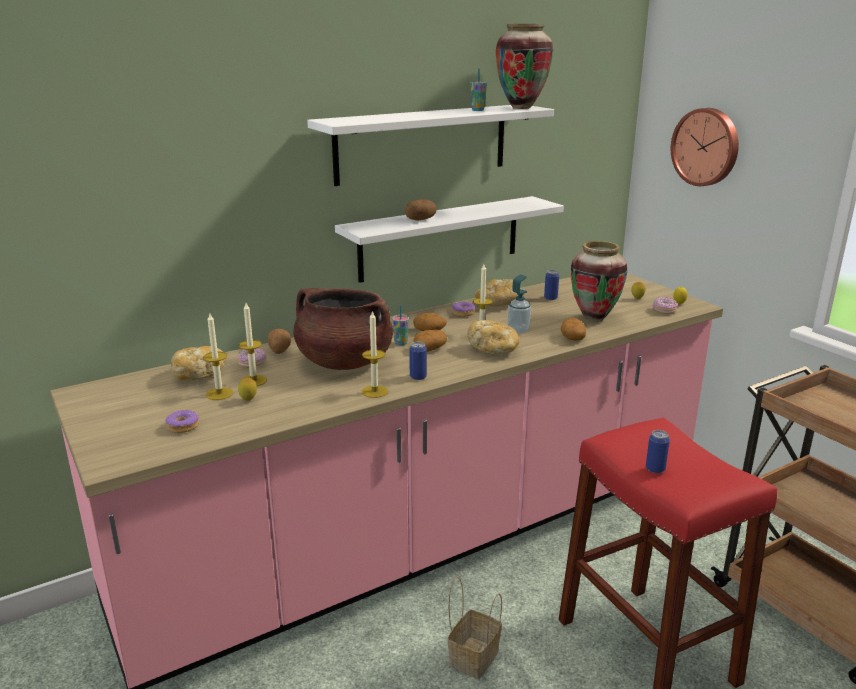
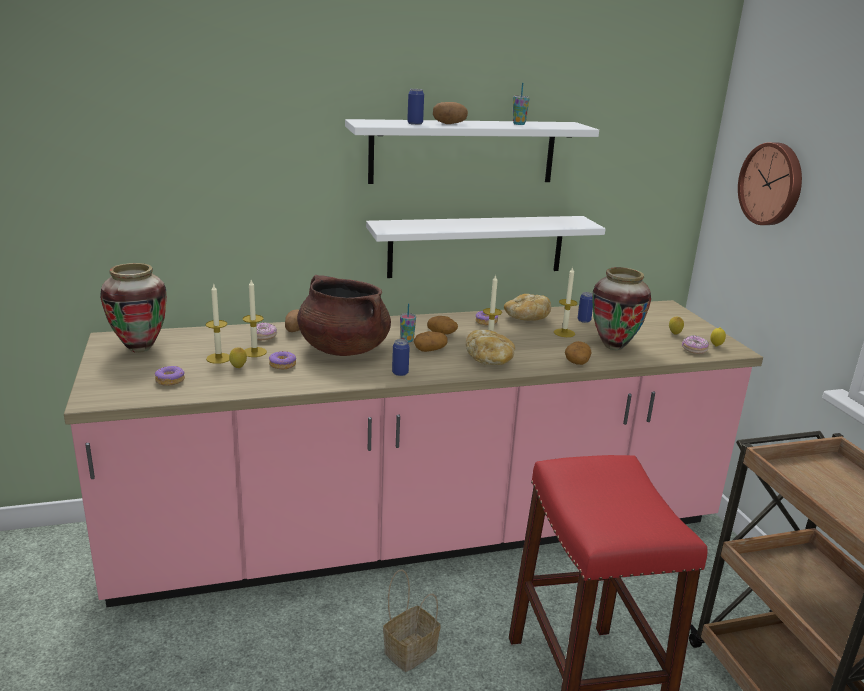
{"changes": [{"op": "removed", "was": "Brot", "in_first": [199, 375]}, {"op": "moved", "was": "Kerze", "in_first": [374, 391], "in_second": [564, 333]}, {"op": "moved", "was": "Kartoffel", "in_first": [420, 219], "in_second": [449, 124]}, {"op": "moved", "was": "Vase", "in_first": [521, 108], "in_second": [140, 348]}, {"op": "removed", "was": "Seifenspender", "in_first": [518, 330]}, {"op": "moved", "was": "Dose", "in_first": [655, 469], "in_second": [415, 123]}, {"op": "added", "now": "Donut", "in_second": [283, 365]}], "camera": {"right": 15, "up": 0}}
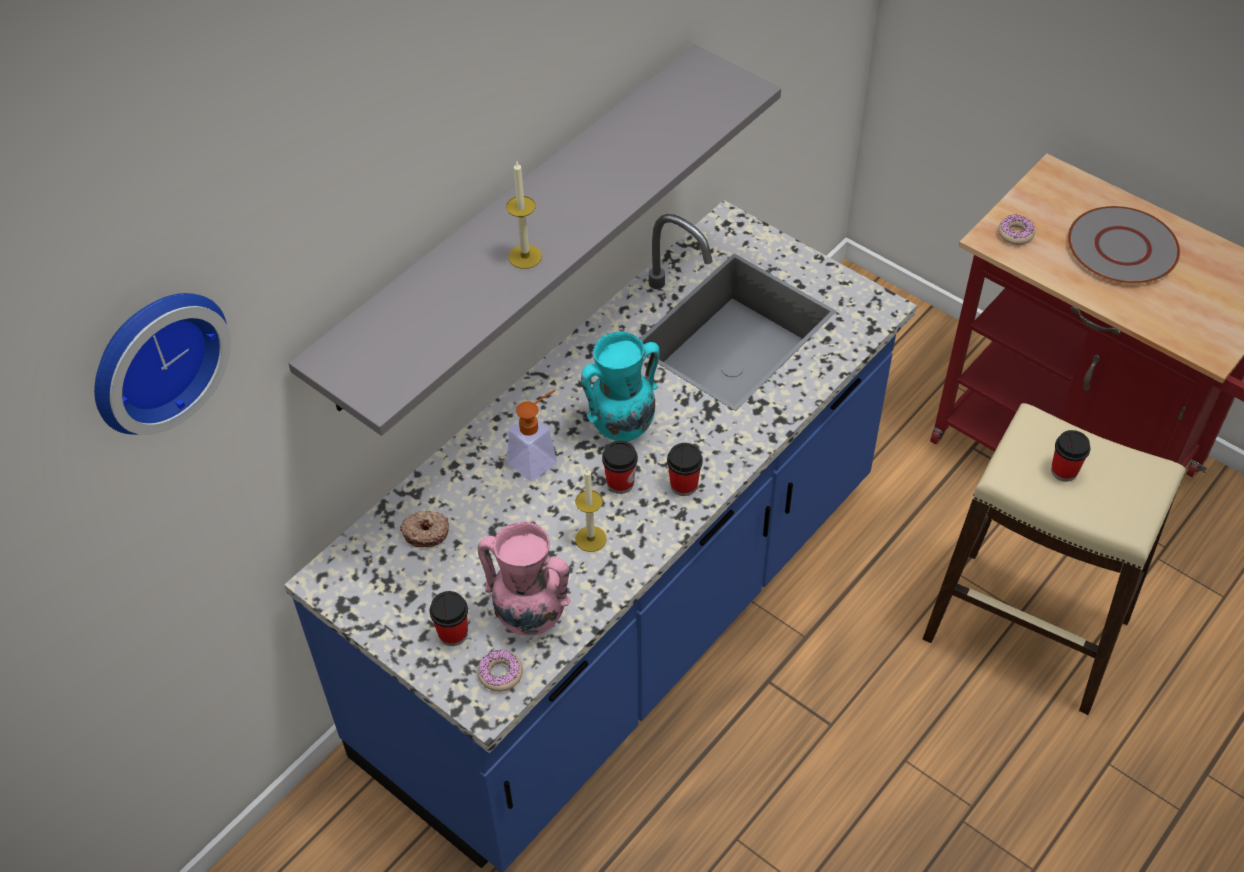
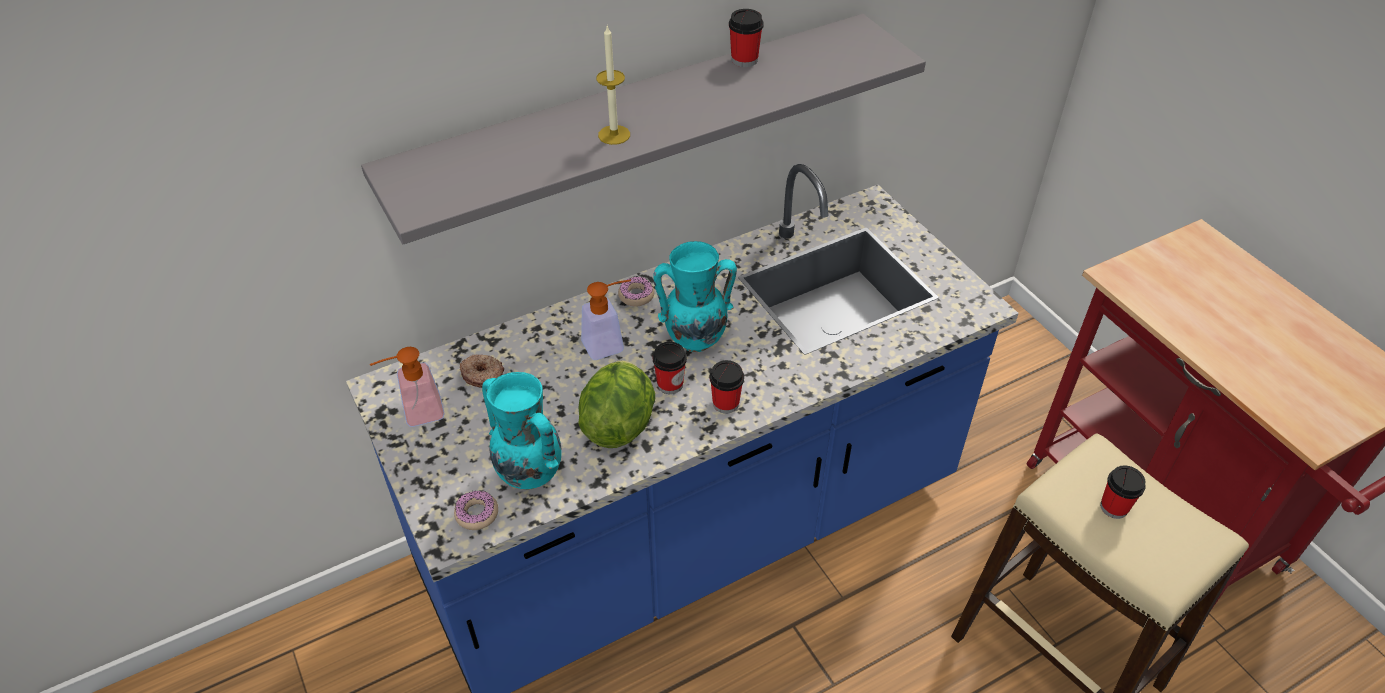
{"changes": [{"op": "removed", "was": "Wanduhr", "in_first": [153, 357]}, {"op": "moved", "was": "Tasse", "in_first": [453, 633], "in_second": [744, 60]}, {"op": "recoloured", "was": "Vase/rosa", "now": "Vase/türkis", "in_first": [530, 617], "in_second": [529, 473]}, {"op": "replaced", "was": "Kerze", "now": "Salatkopf", "in_first": [590, 539], "in_second": [619, 423]}, {"op": "moved", "was": "Donut", "in_first": [1015, 234], "in_second": [636, 296]}, {"op": "removed", "was": "Teller/grau", "in_first": [1121, 247]}, {"op": "added", "now": "Seifenspender", "in_second": [415, 413]}], "camera": {"right": 20, "up": -5}}
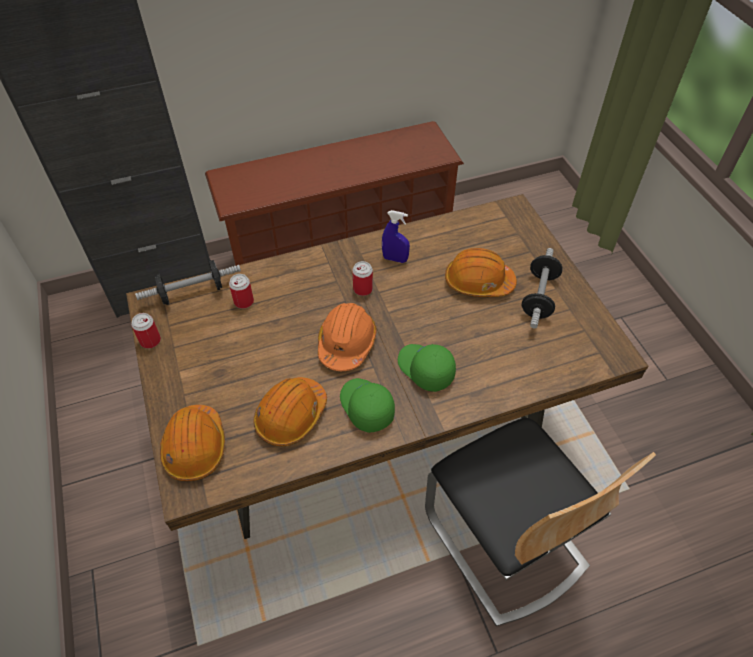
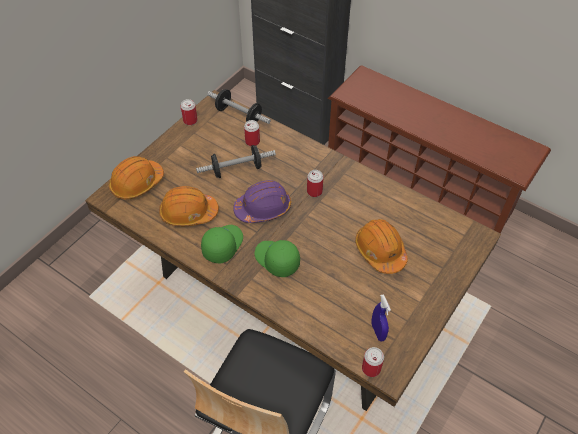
{"changes": [{"op": "recoloured", "was": "Schutzhelm/orange", "now": "Schutzhelm/lila", "in_first": [346, 343], "in_second": [263, 208]}, {"op": "moved", "was": "Sprühflasche/blau", "in_first": [395, 259], "in_second": [378, 331]}, {"op": "turned", "was": "Kappe/grün", "in_first": [424, 369], "in_second": [276, 260], "clockwise": -60}, {"op": "moved", "was": "Hantel", "in_first": [539, 297], "in_second": [237, 169]}, {"op": "added", "now": "Dose", "in_second": [371, 368]}], "camera": {"right": 55, "up": 0}}
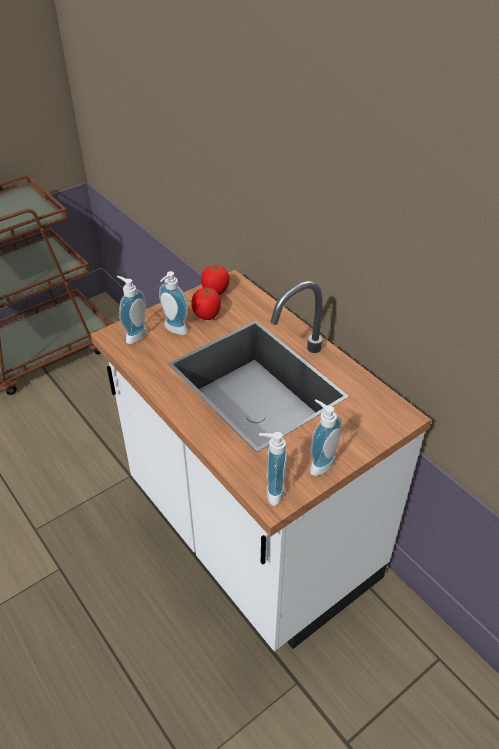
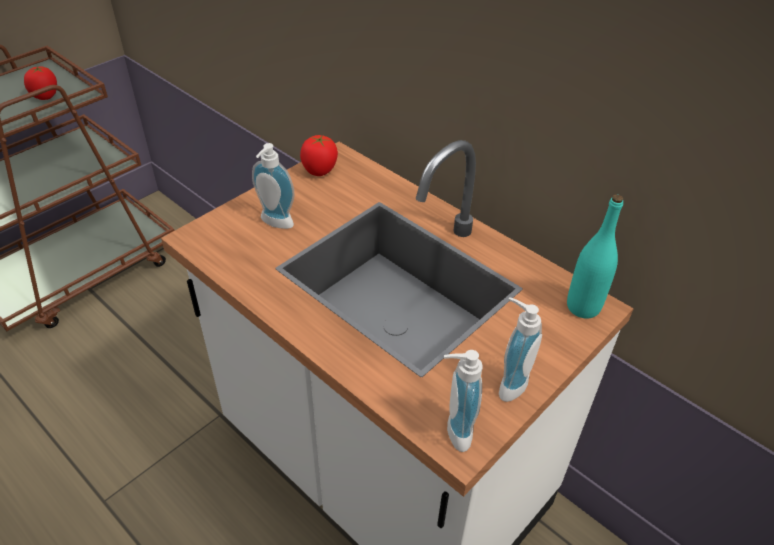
{"changes": [{"op": "removed", "was": "Seifenspender", "in_first": [134, 335]}, {"op": "moved", "was": "Tomate", "in_first": [207, 315], "in_second": [45, 96]}, {"op": "added", "now": "Flasche/türkis", "in_second": [583, 307]}], "camera": {"right": -10, "up": 0}}
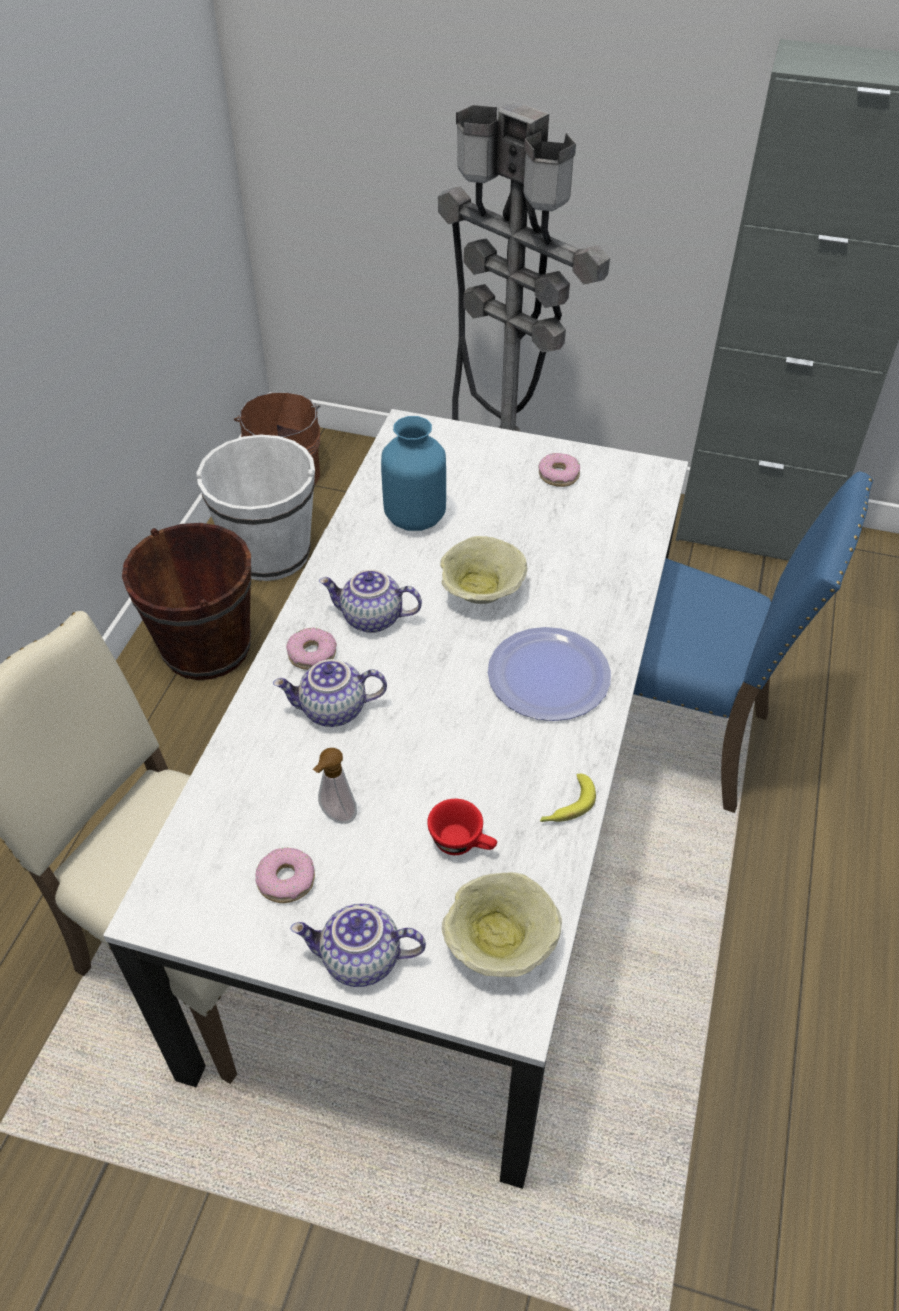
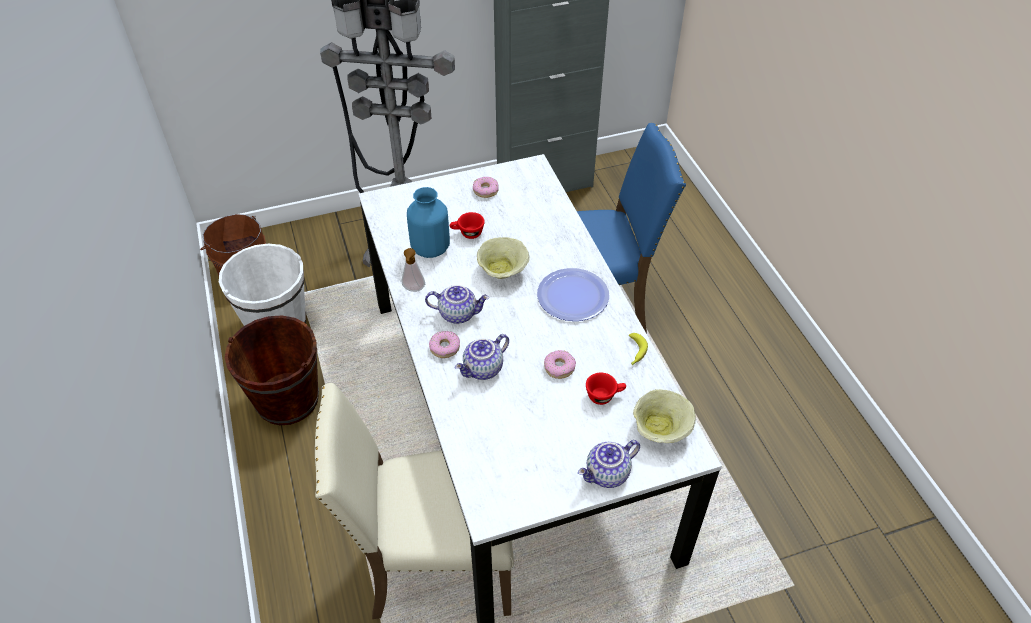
{"changes": [{"op": "moved", "was": "Donut", "in_first": [286, 880], "in_second": [559, 367]}, {"op": "moved", "was": "Seifenspender", "in_first": [336, 816], "in_second": [413, 290]}, {"op": "turned", "was": "Teekanne", "in_first": [371, 619], "in_second": [458, 313], "clockwise": -150}, {"op": "added", "now": "Tasse/rot", "in_second": [467, 233]}], "camera": {"right": -35, "up": 0}}
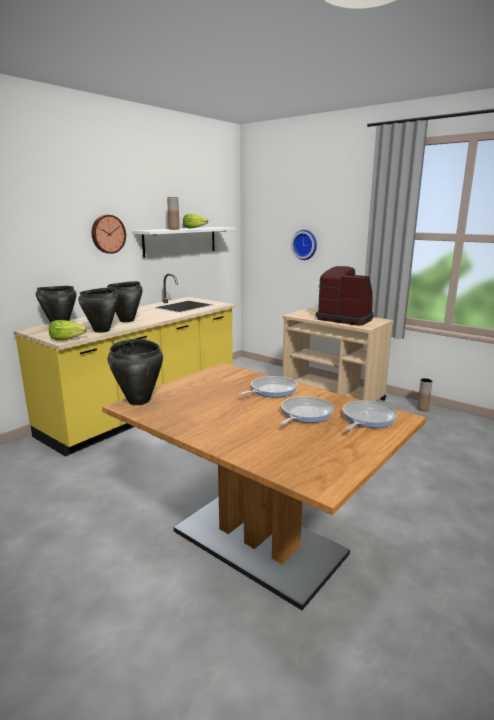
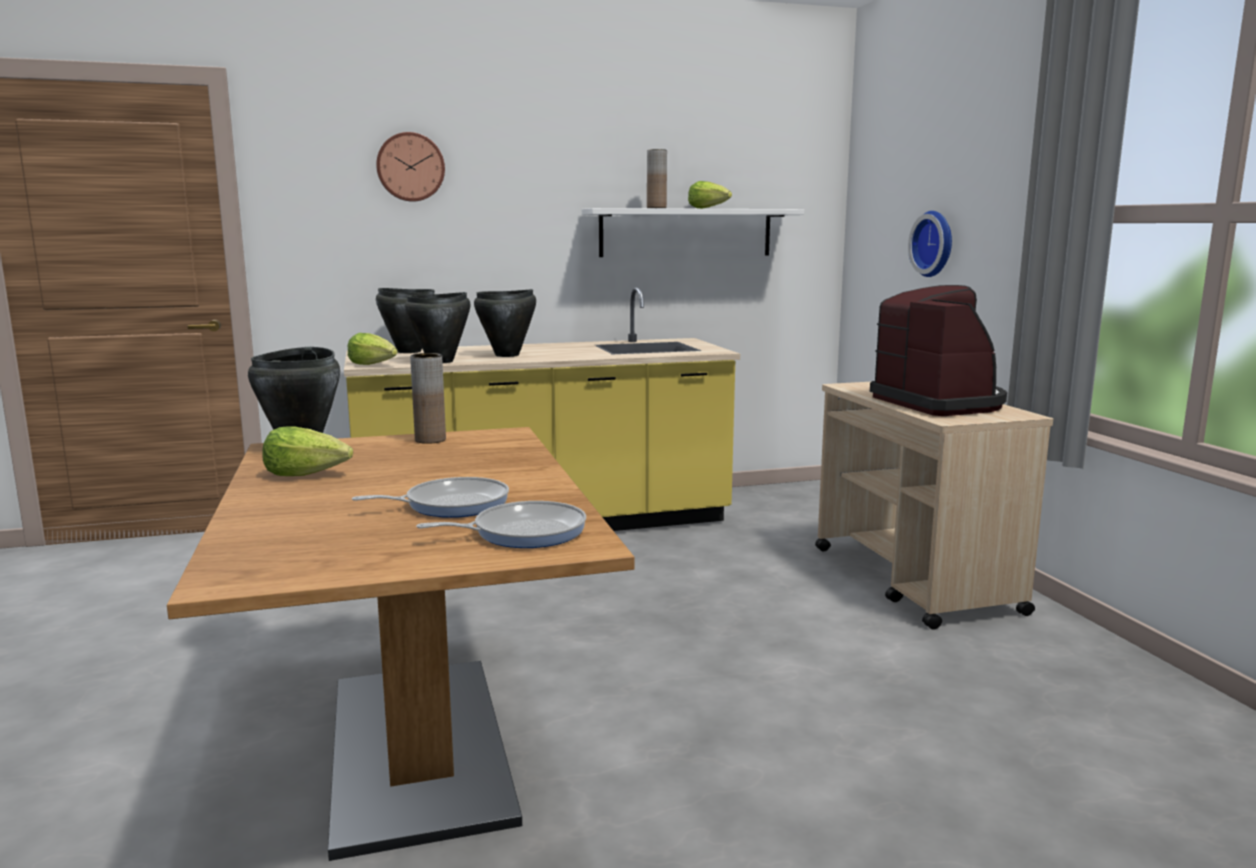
{"changes": [{"op": "moved", "was": "Wanduhr", "in_first": [107, 234], "in_second": [410, 167]}, {"op": "removed", "was": "Pfanne", "in_first": [271, 390]}, {"op": "moved", "was": "Vase/braun", "in_first": [422, 409], "in_second": [430, 440]}, {"op": "added", "now": "Salatkopf", "in_second": [307, 474]}], "camera": {"right": 35, "up": -5}}
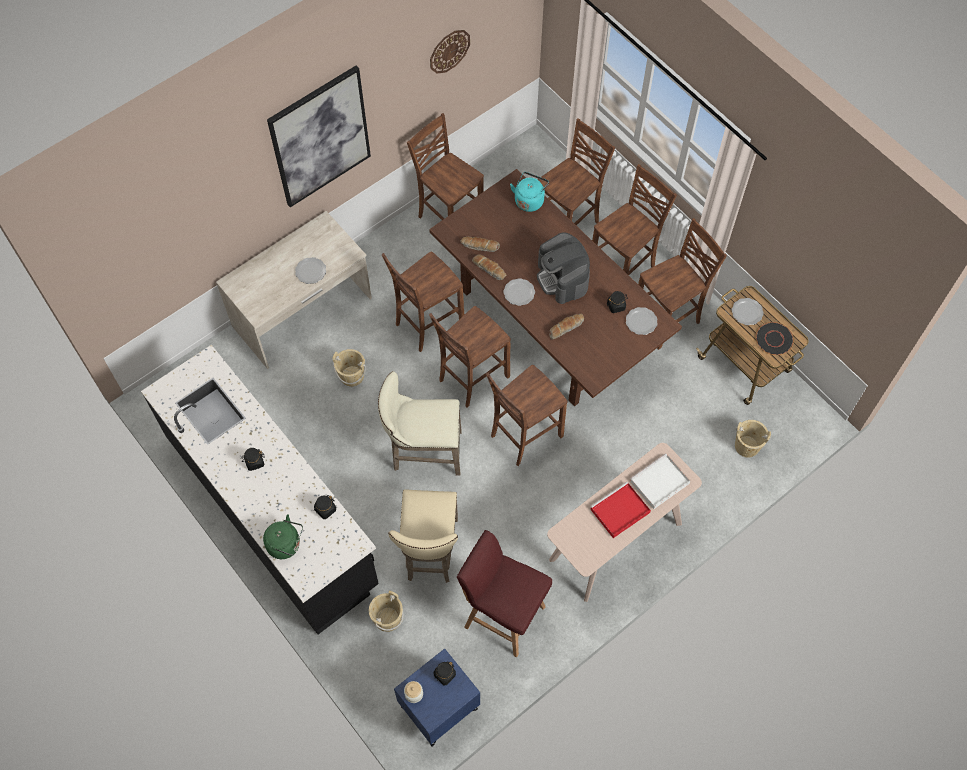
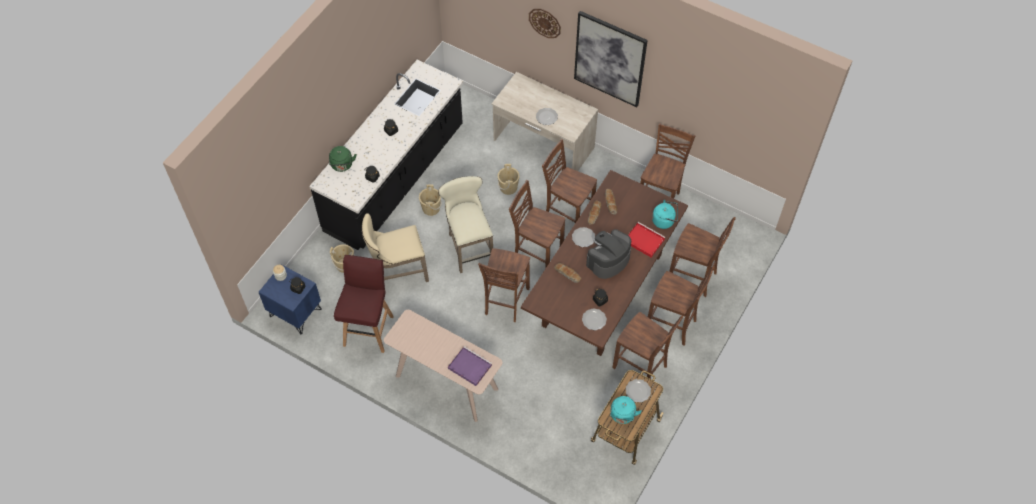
{"changes": [{"op": "moved", "was": "Wanduhr", "in_first": [449, 51], "in_second": [545, 23]}, {"op": "turned", "was": "Stuhl/braun", "in_first": [524, 435], "in_second": [505, 302], "clockwise": -105}, {"op": "moved", "was": "Tablett/rot", "in_first": [619, 511], "in_second": [643, 240]}, {"op": "recoloured", "was": "Tablett/weiß", "now": "Tablett/lila", "in_first": [659, 483], "in_second": [469, 366]}, {"op": "moved", "was": "Eimer/beige", "in_first": [747, 446], "in_second": [431, 208]}, {"op": "replaced", "was": "Teller/schwarz", "now": "Wasserkessel/türkis", "in_first": [774, 339], "in_second": [622, 416]}], "camera": {"right": 70, "up": -5}}
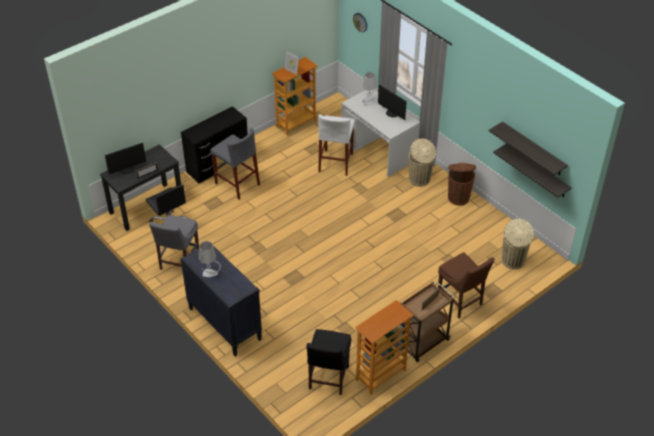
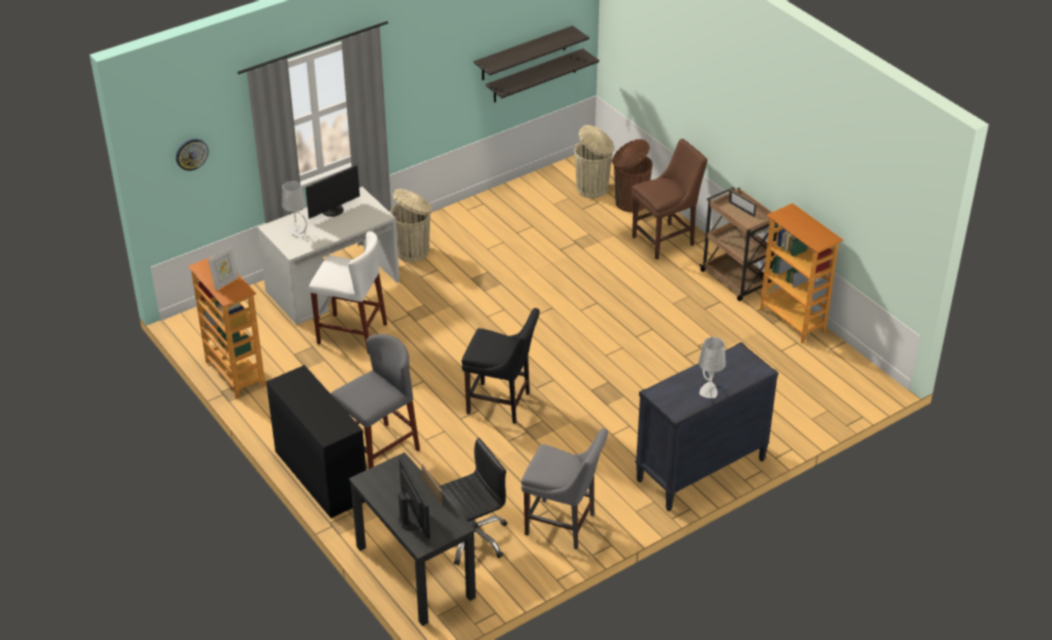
{"changes": [{"op": "moved", "was": "Stuhl/schwarz", "in_first": [328, 379], "in_second": [501, 404]}, {"op": "moved", "was": "Mülleimer/braun", "in_first": [458, 197], "in_second": [630, 203]}], "camera": {"right": -85, "up": -5}}
